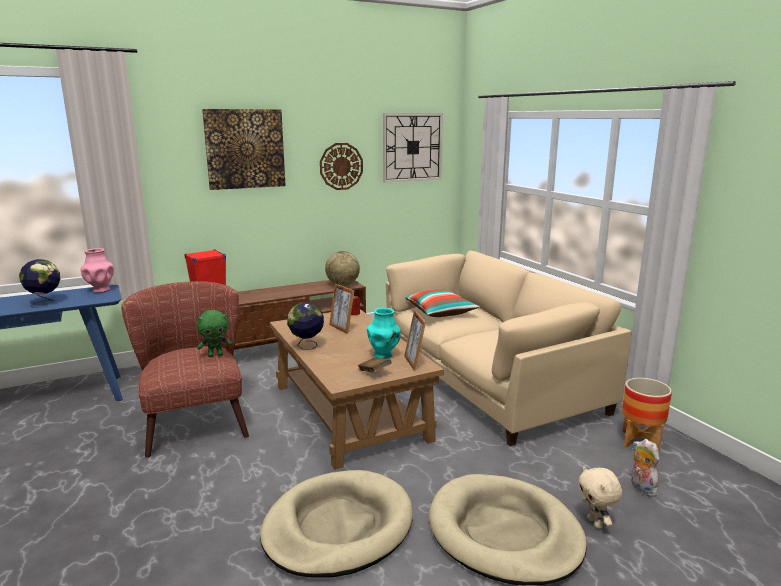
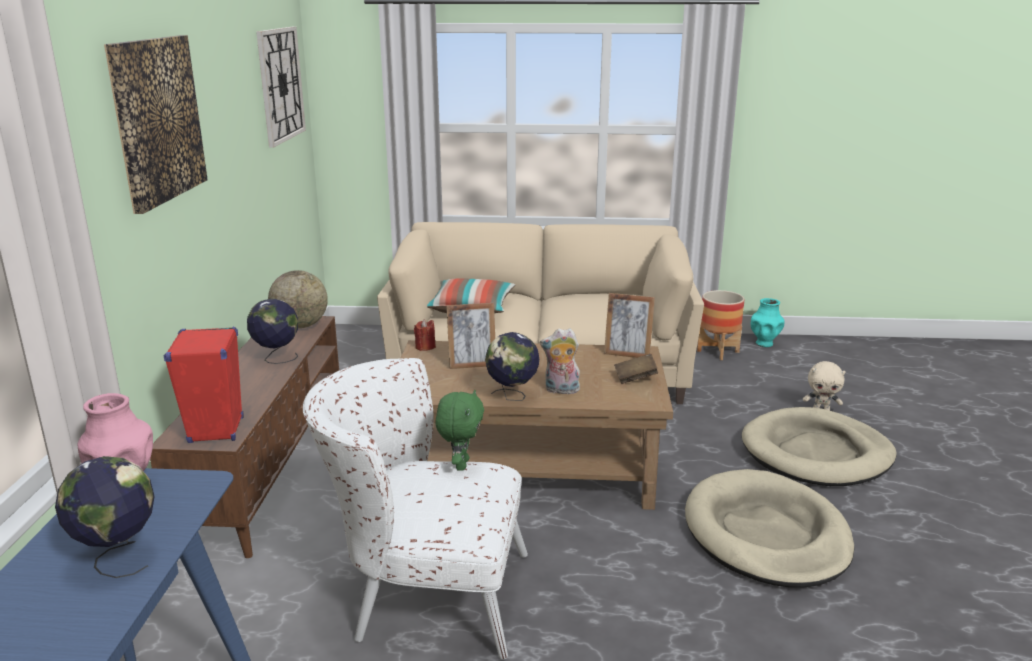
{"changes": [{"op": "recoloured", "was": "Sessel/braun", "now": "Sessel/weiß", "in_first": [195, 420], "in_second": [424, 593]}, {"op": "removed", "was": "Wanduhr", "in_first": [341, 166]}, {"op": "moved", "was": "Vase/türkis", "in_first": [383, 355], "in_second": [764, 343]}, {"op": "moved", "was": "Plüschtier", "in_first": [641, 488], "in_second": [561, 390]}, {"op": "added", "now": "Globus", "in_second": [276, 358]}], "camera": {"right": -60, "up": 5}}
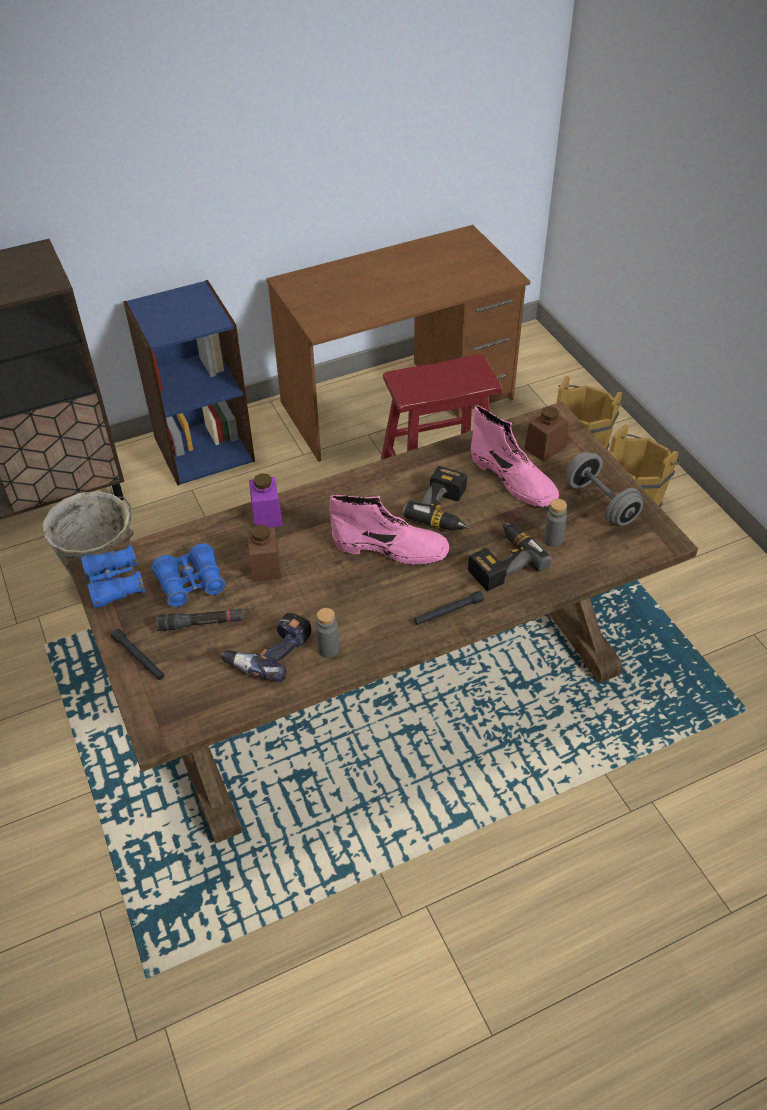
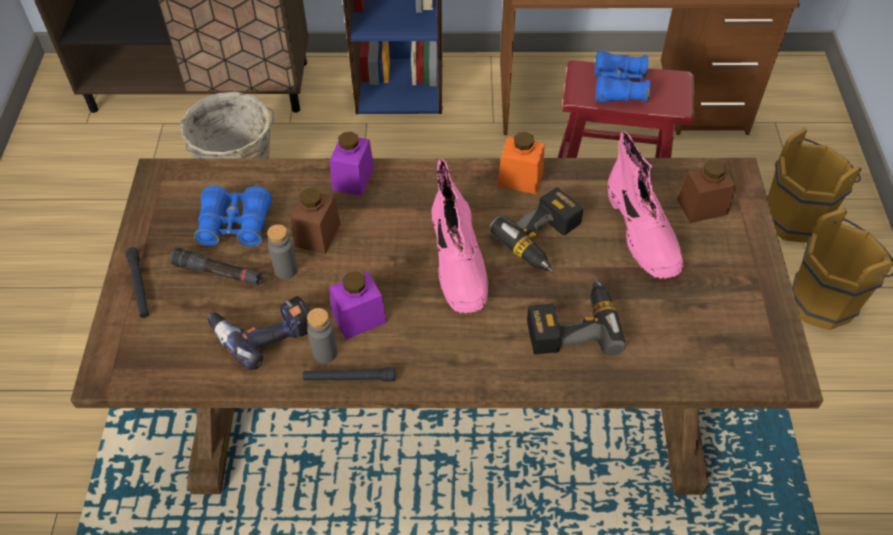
{"changes": [{"op": "moved", "was": "Fernglas/blau", "in_first": [115, 584], "in_second": [619, 87]}, {"op": "turned", "was": "Stiefel/rosa", "in_first": [391, 548], "in_second": [459, 263], "clockwise": 45}, {"op": "moved", "was": "Taschenlampe/schwarz", "in_first": [448, 612], "in_second": [349, 378]}, {"op": "moved", "was": "Flasche/grau", "in_first": [552, 540], "in_second": [286, 270]}, {"op": "removed", "was": "Hantel/grau", "in_first": [600, 503]}, {"op": "added", "now": "Vorratsglas/lila", "in_second": [359, 318]}, {"op": "added", "now": "Vorratsglas/orange", "in_second": [520, 179]}], "camera": {"right": 25, "up": 5}}
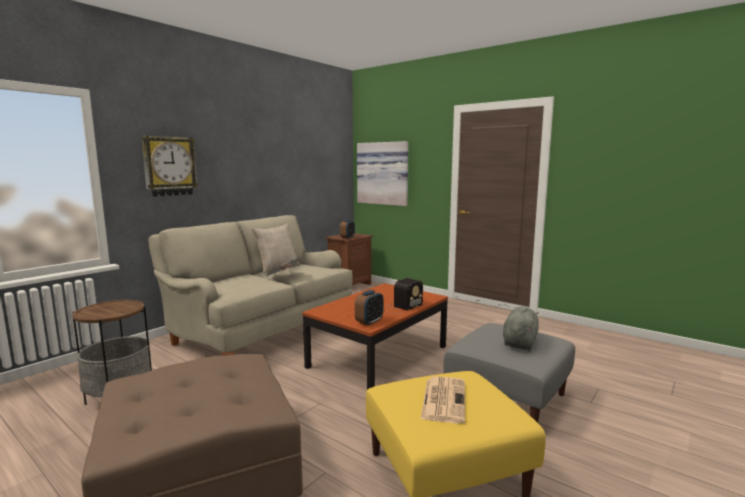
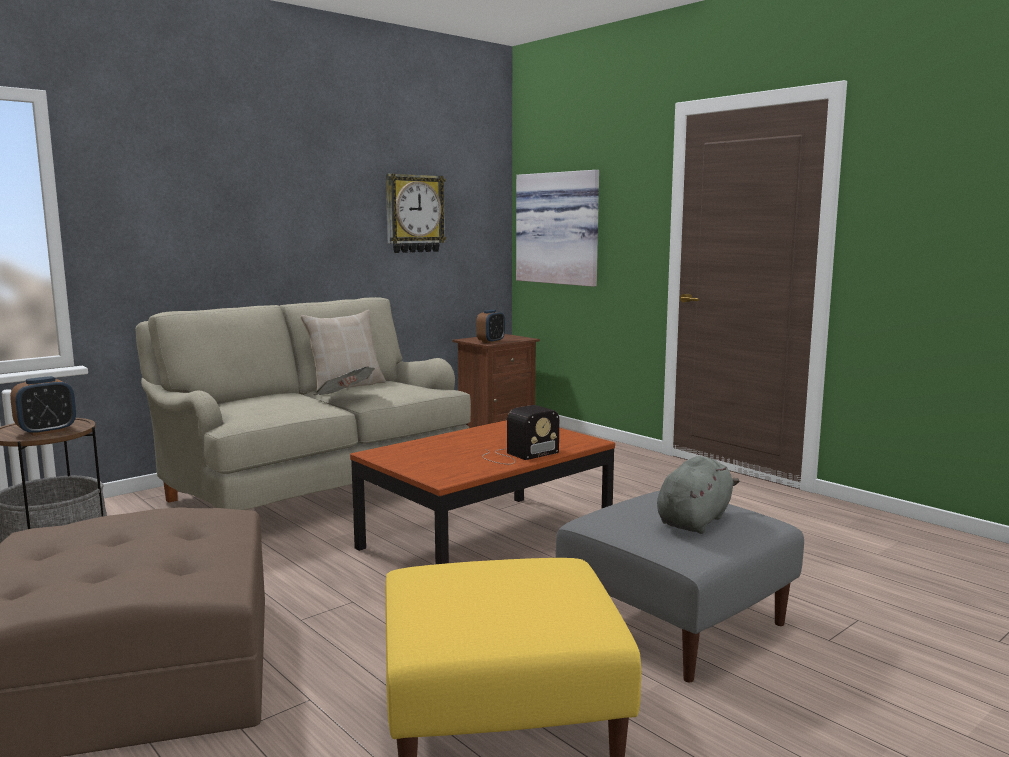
{"changes": [{"op": "moved", "was": "Wanduhr", "in_first": [169, 166], "in_second": [414, 214]}, {"op": "moved", "was": "Wecker", "in_first": [369, 322], "in_second": [46, 431]}, {"op": "removed", "was": "Zeitung", "in_first": [443, 399]}], "camera": {"right": 10, "up": 0}}
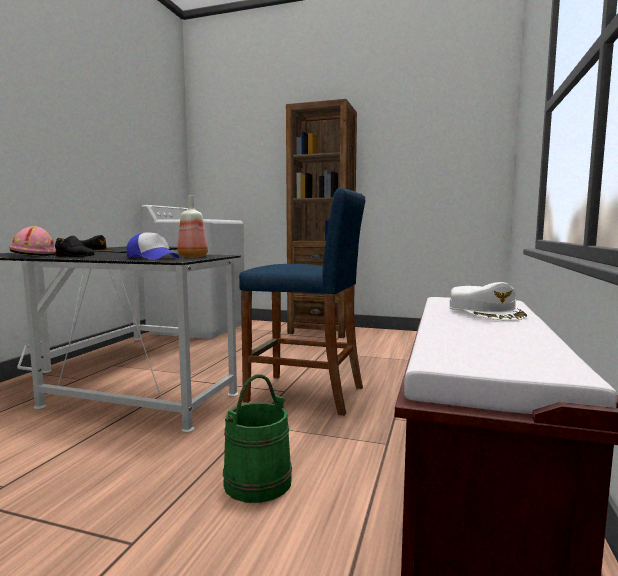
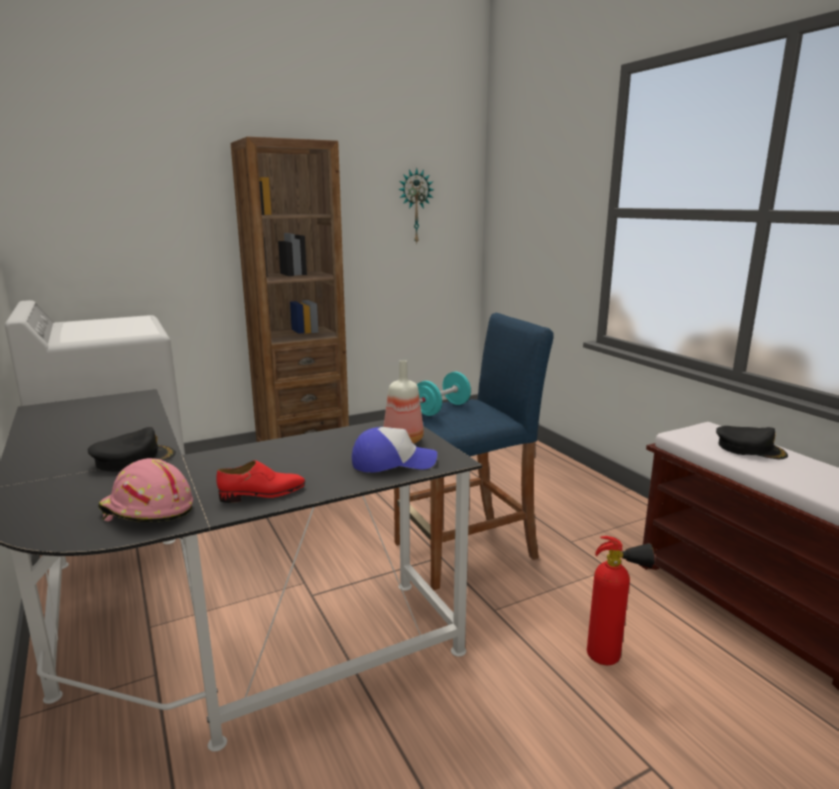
{"changes": [{"op": "recoloured", "was": "Schuh/schwarz", "now": "Schuh/rot", "in_first": [74, 257], "in_second": [263, 493]}, {"op": "replaced", "was": "Eimer/grün", "now": "Feuerlöscher", "in_first": [258, 482], "in_second": [610, 658]}, {"op": "recoloured", "was": "Kappe/weiß", "now": "Kappe/schwarz", "in_first": [486, 312], "in_second": [750, 449]}, {"op": "added", "now": "Wanduhr", "in_second": [415, 206]}, {"op": "added", "now": "Hantel/türkis", "in_second": [442, 409]}], "camera": {"right": -45, "up": 10}}
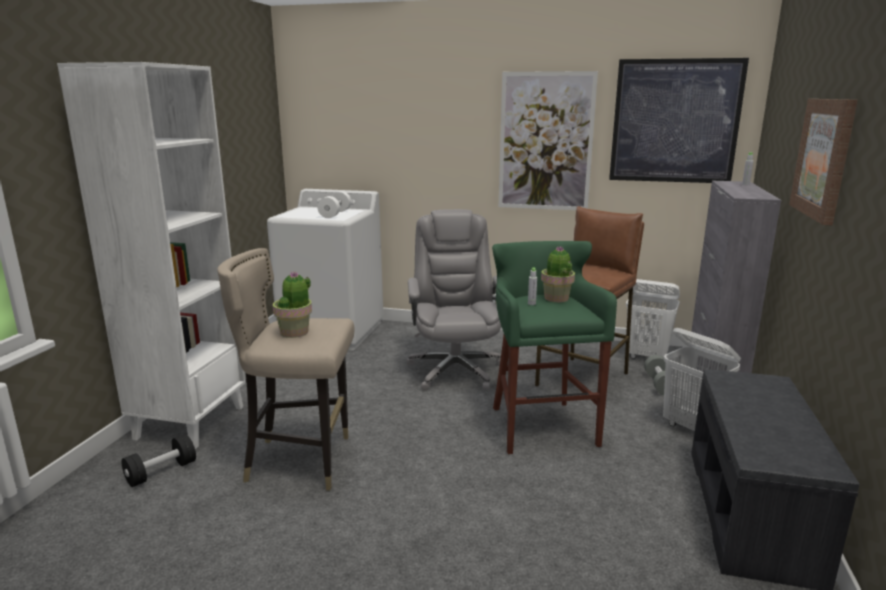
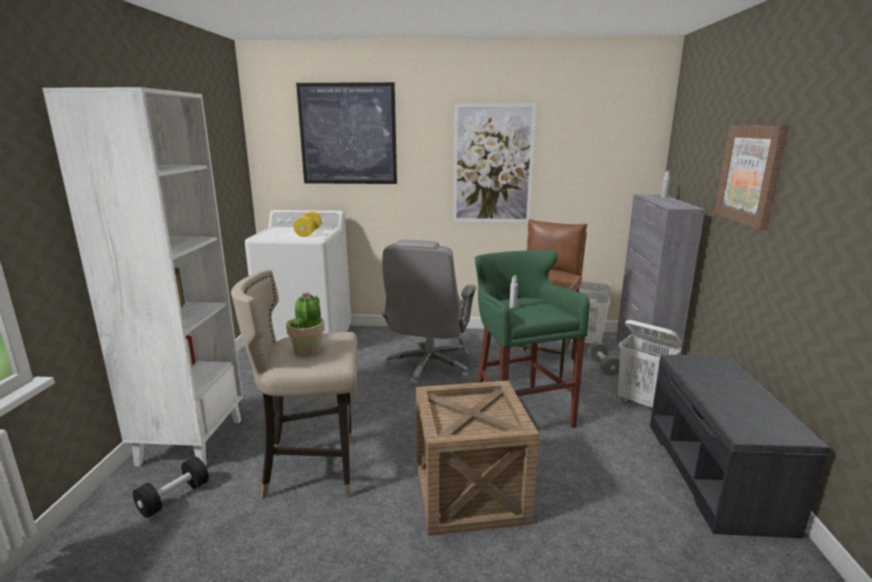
{"changes": [{"op": "recoloured", "was": "Hantel/weiß", "now": "Hantel/gelb", "in_first": [335, 214], "in_second": [308, 233]}, {"op": "turned", "was": "Bürostuhl/grau", "in_first": [455, 369], "in_second": [429, 367], "clockwise": -150}, {"op": "removed", "was": "Topfpflanze", "in_first": [556, 298]}, {"op": "moved", "was": "Bild", "in_first": [675, 121], "in_second": [348, 134]}, {"op": "added", "now": "Kiste", "in_second": [470, 493]}], "camera": {"right": -10, "up": 0}}
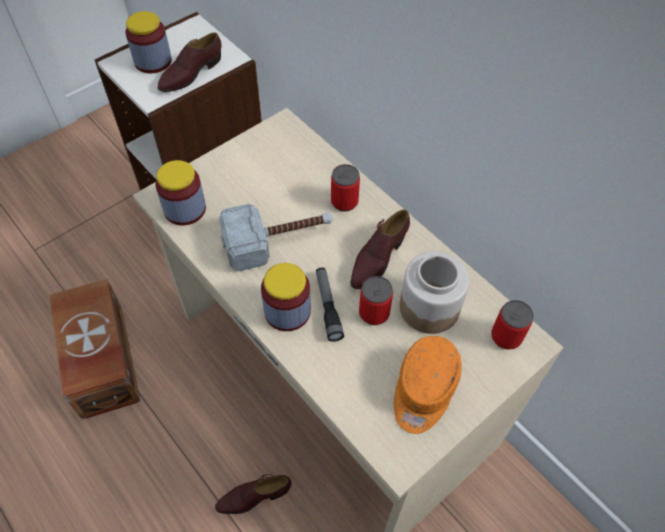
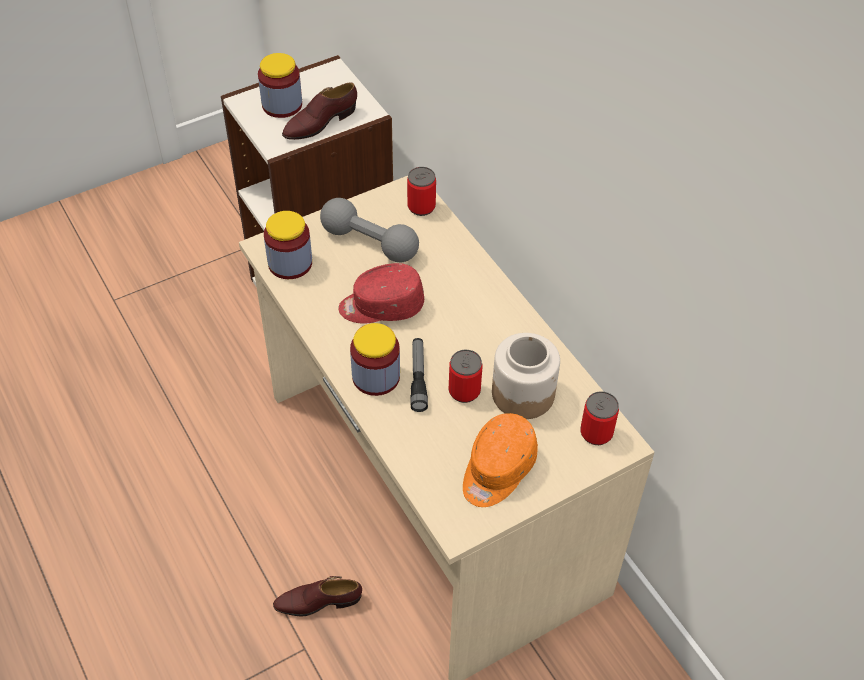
{"changes": [{"op": "removed", "was": "Aufbewahrungsbox/braun", "in_first": [101, 362]}, {"op": "replaced", "was": "Hammer", "now": "Kappe/rot", "in_first": [278, 239], "in_second": [381, 306]}, {"op": "moved", "was": "Dose", "in_first": [344, 202], "in_second": [421, 207]}, {"op": "removed", "was": "Schuh/braun", "in_first": [378, 258]}, {"op": "added", "now": "Hantel/grau", "in_second": [369, 242]}], "camera": {"right": 10, "up": -5}}
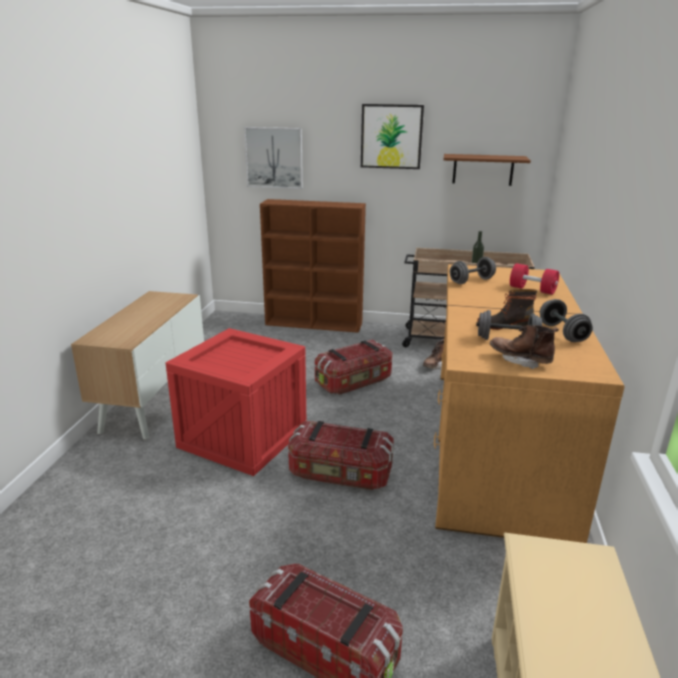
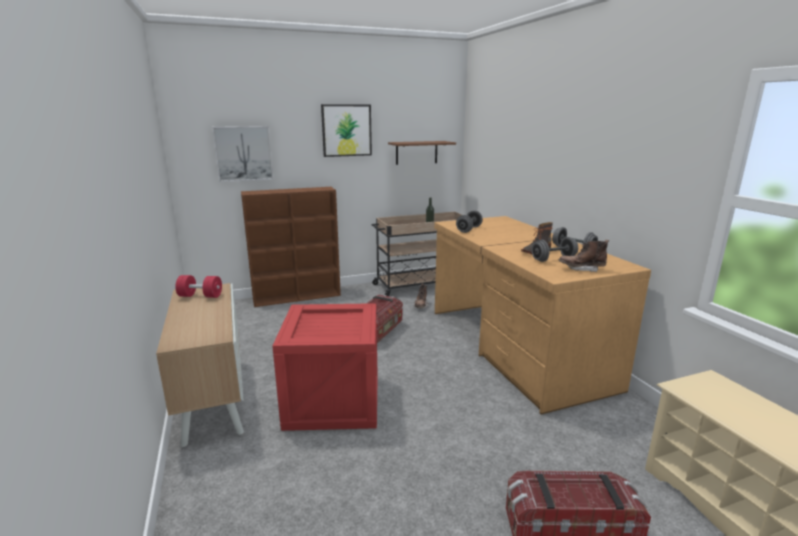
{"changes": [{"op": "removed", "was": "Aufbewahrungsbox", "in_first": [340, 474]}, {"op": "moved", "was": "Hantel/rot", "in_first": [532, 290], "in_second": [200, 296]}], "camera": {"right": -30, "up": -5}}
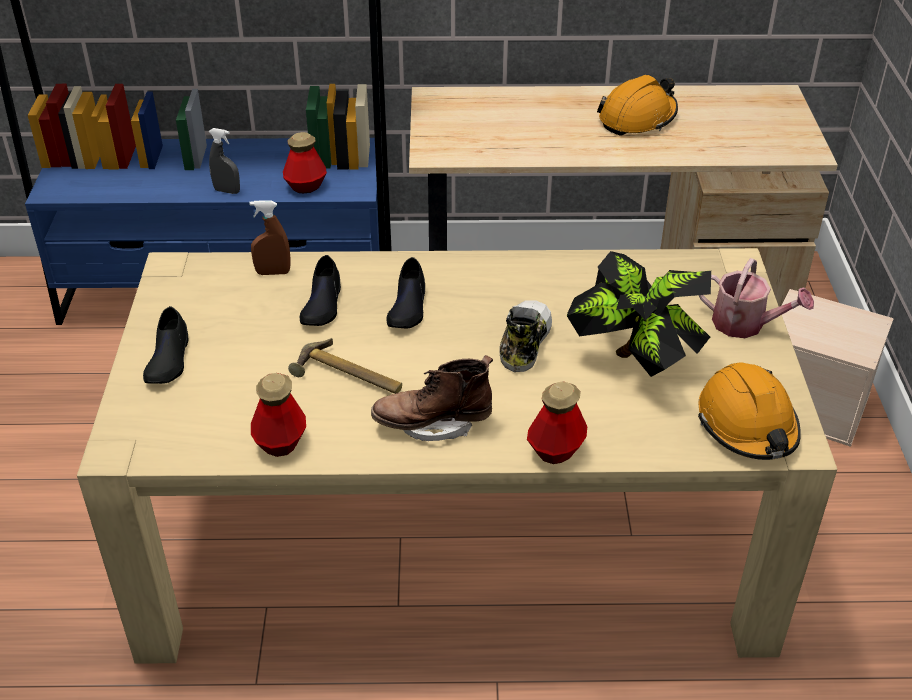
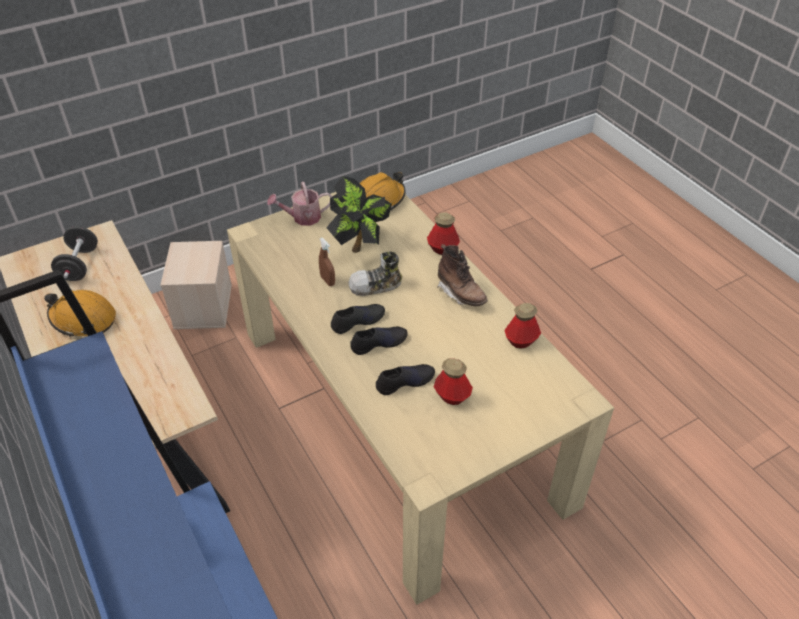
{"changes": [{"op": "moved", "was": "Schuh/schwarz", "in_first": [168, 359], "in_second": [358, 321]}, {"op": "removed", "was": "Sprühflasche/grau", "in_first": [227, 191]}, {"op": "moved", "was": "Sprühflasche/braun", "in_first": [273, 272], "in_second": [327, 281]}, {"op": "moved", "was": "Flasche", "in_first": [306, 186], "in_second": [452, 396]}, {"op": "removed", "was": "Hammer", "in_first": [347, 377]}, {"op": "turned", "was": "Gießkanne", "in_first": [745, 325], "in_second": [302, 218], "clockwise": -105}, {"op": "added", "now": "Hantel/schwarz", "in_second": [79, 265]}], "camera": {"right": -120, "up": 5}}
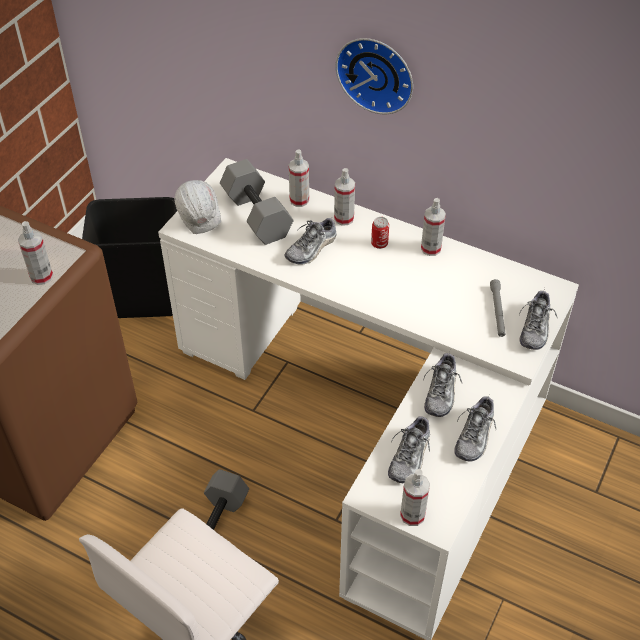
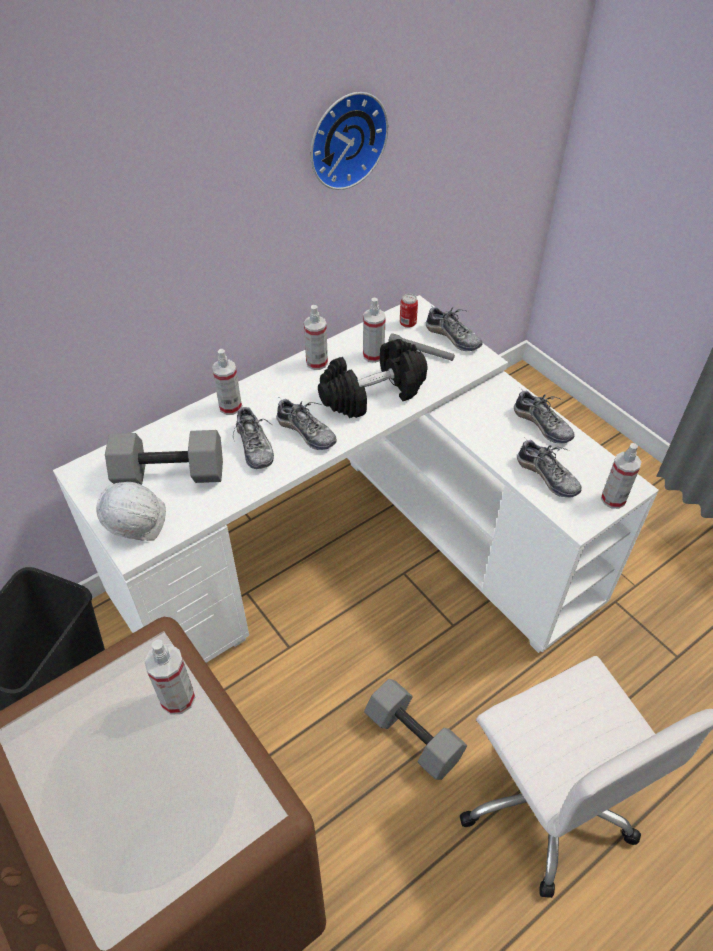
{"changes": [{"op": "moved", "was": "Sprühflasche", "in_first": [299, 200], "in_second": [373, 355]}, {"op": "moved", "was": "Wanduhr", "in_first": [377, 73], "in_second": [345, 139]}, {"op": "moved", "was": "Dose", "in_first": [379, 244], "in_second": [407, 323]}, {"op": "moved", "was": "Schuh", "in_first": [441, 392], "in_second": [306, 432]}, {"op": "added", "now": "Hantel/schwarz", "in_second": [373, 394]}], "camera": {"right": -65, "up": 0}}
